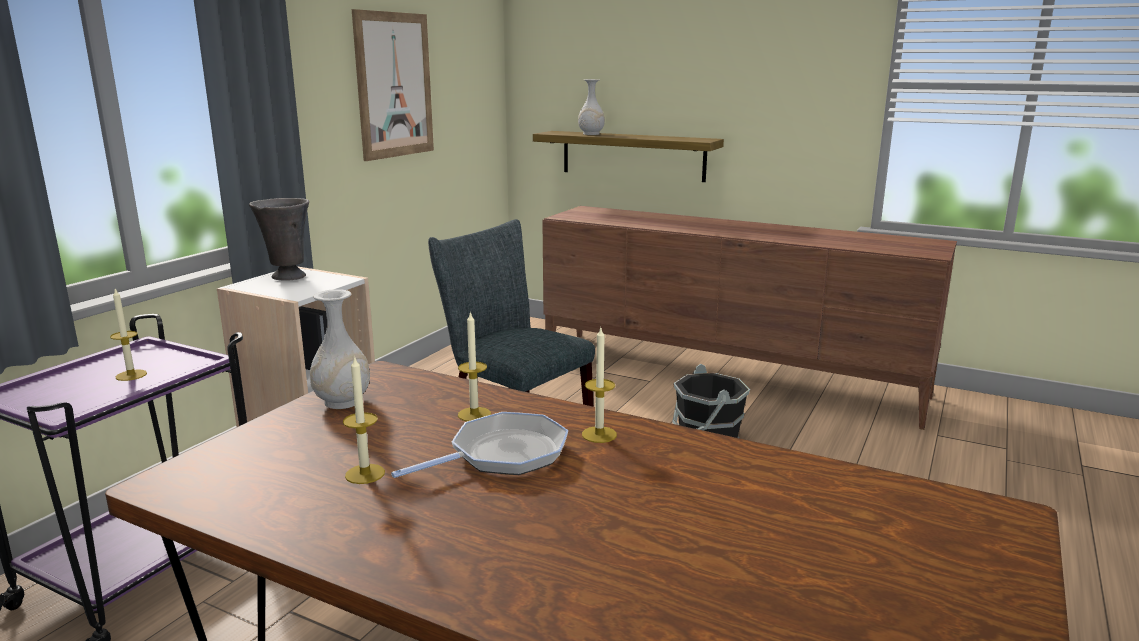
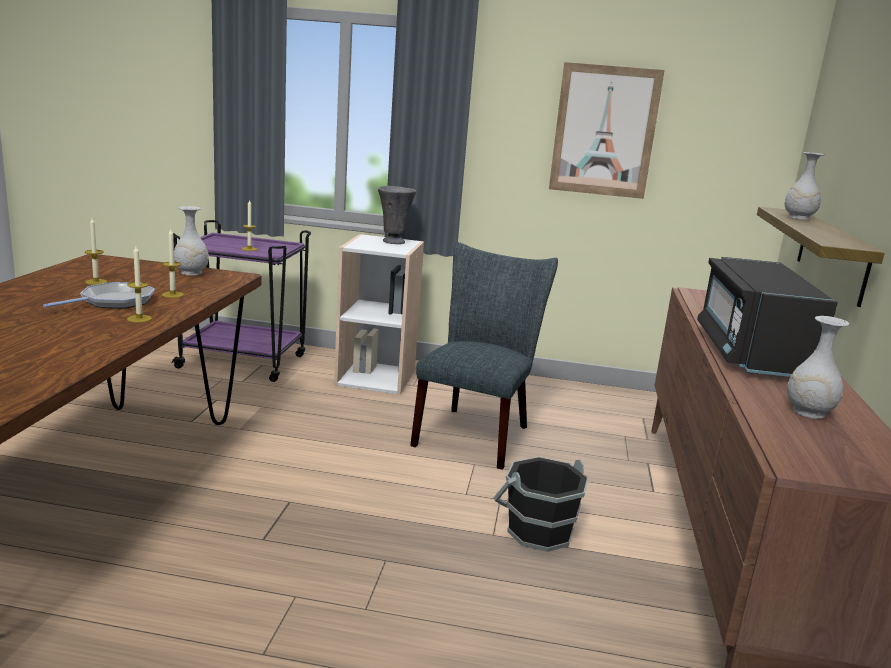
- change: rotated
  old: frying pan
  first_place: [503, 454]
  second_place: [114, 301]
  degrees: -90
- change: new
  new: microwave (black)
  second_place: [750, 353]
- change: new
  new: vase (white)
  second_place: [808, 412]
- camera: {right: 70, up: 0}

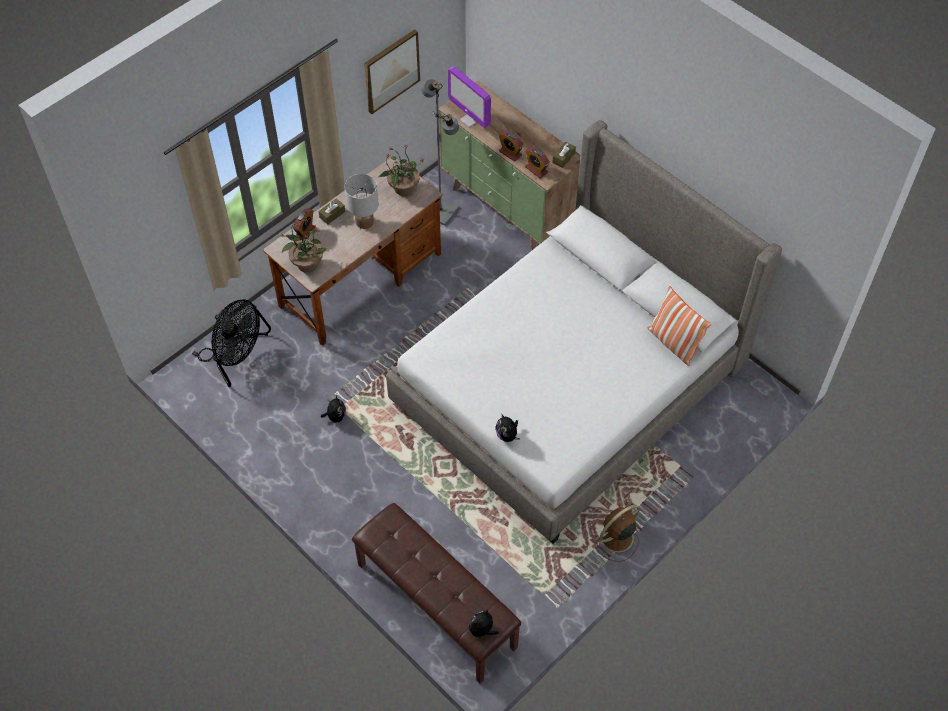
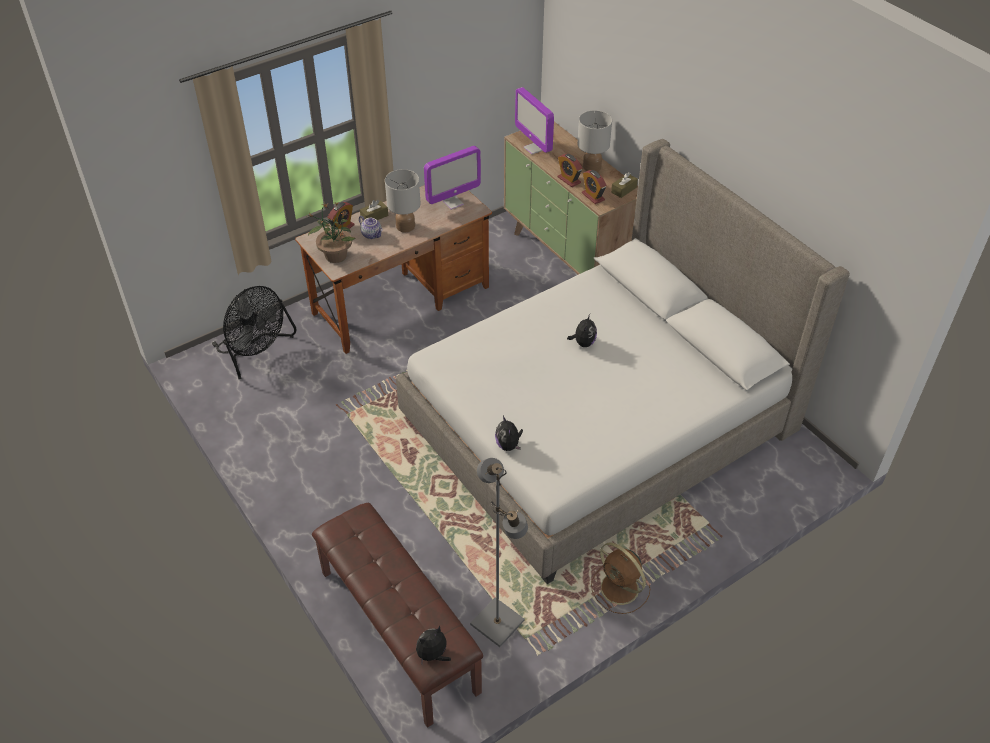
- change: new
  new: teapot
  second_place: [372, 234]
- change: swapped
  old: potted plant
  new: monitor
  first_place: [403, 188]
  second_place: [453, 202]
- change: shifted
  old: floor lamp (grey)
  first_place: [440, 211]
  second_place: [497, 623]
- change: shifted
  old: plush toy
  first_place: [336, 416]
  second_place: [583, 343]
- change: new
  new: table lamp (grey)
  second_place: [591, 167]
- change: rotated
  old: fan (brown)
  first_place: [615, 538]
  second_place: [620, 589]
  degrees: -105
- change: gone
  old: picture
  first_place: [391, 70]
- change: gone
  old: pillow
  first_place: [673, 343]
- camera: {right: 10, up: -10}

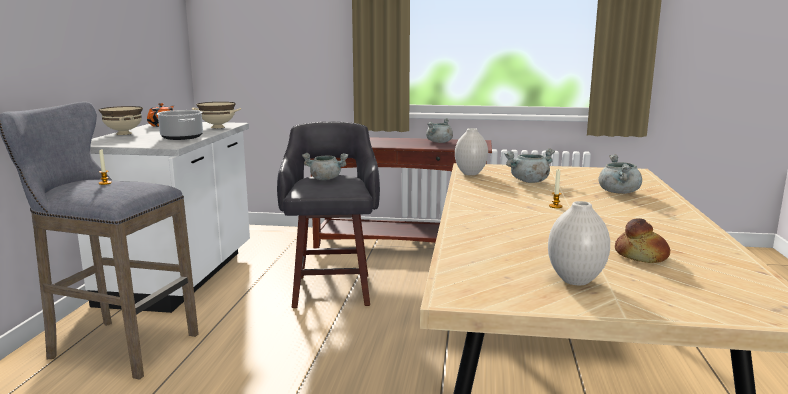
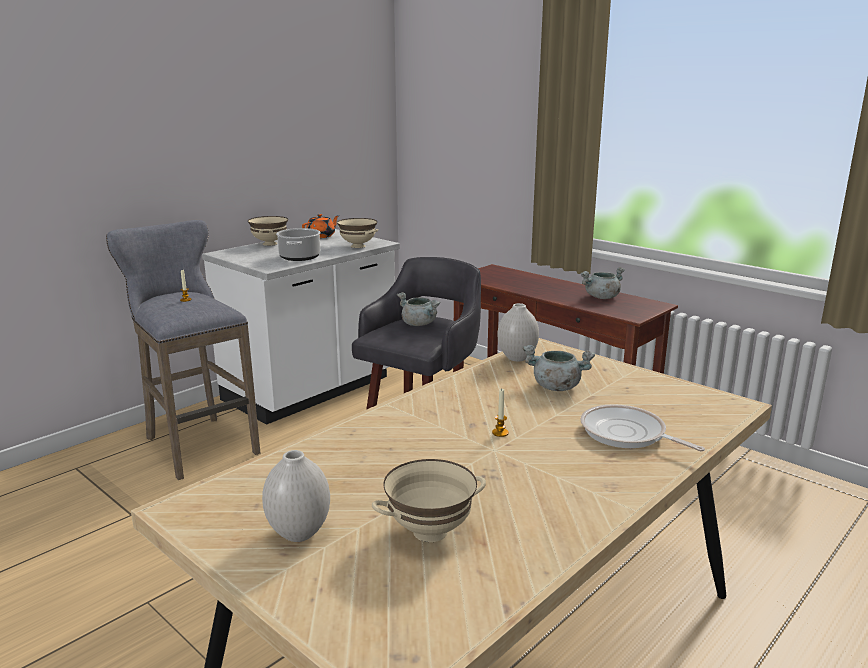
- change: swapped
  old: bread
  new: bowl (beige)
  first_place: [642, 255]
  second_place: [430, 531]
- change: swapped
  old: cooking pot (grey)
  new: frying pan
  first_place: [619, 192]
  second_place: [626, 434]
- camera: {right: 35, up: 5}

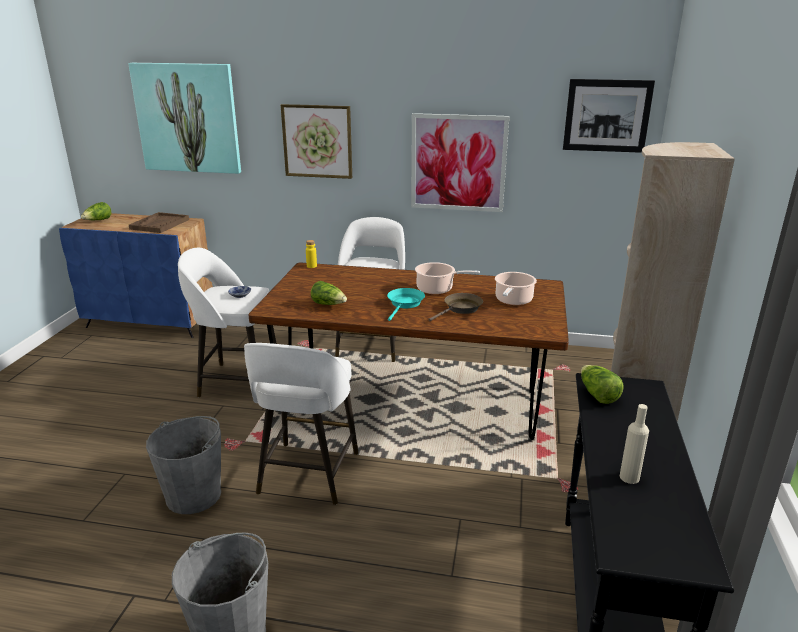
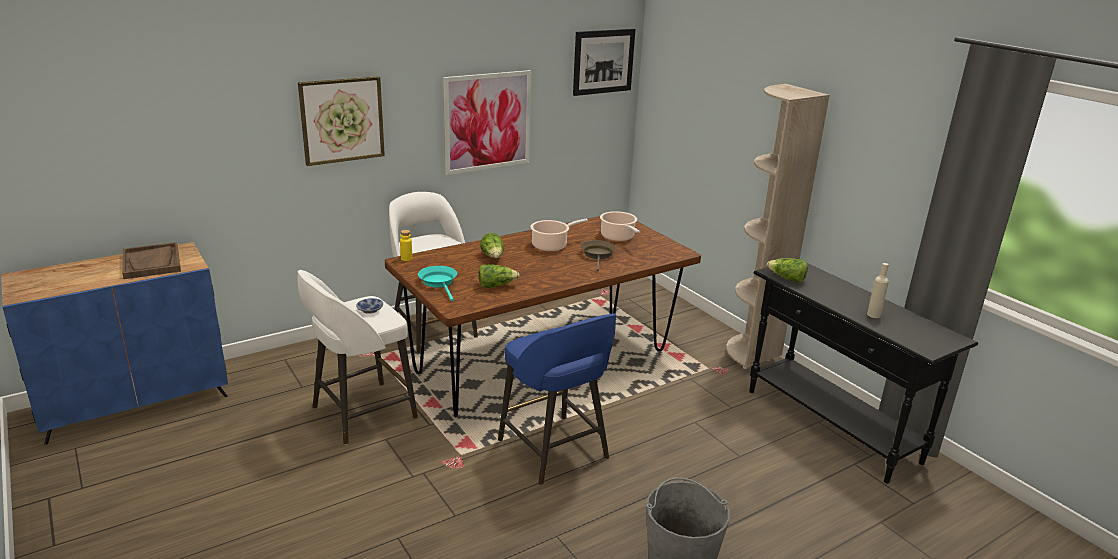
- change: shifted
  old: frying pan (turquoise)
  first_place: [405, 304]
  second_place: [439, 283]
- change: shifted
  old: lettuce
  first_place: [98, 221]
  second_place: [493, 256]
- change: repainted
  old: stool (white)
  new: stool (blue)
  first_place: [307, 475]
  second_place: [555, 451]
- change: gone
  old: picture
  first_place: [188, 118]
- change: gone
  old: bucket (grey)
  first_place: [194, 495]
- camera: {right: -45, up: 0}

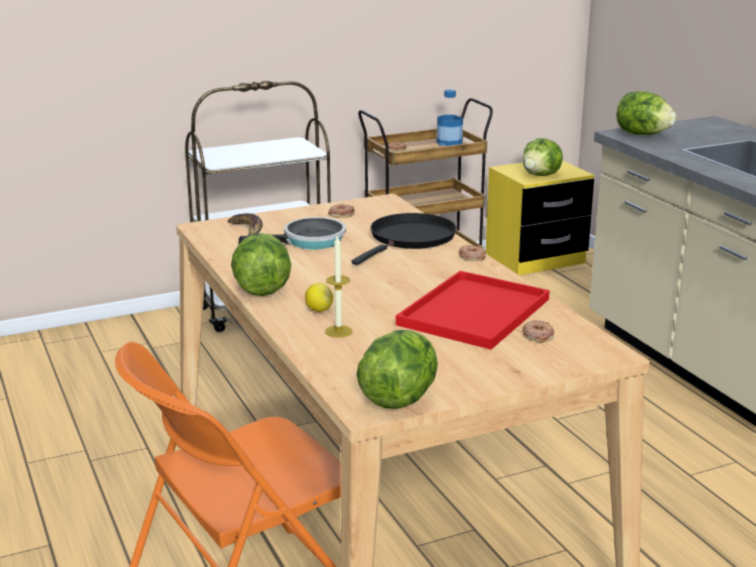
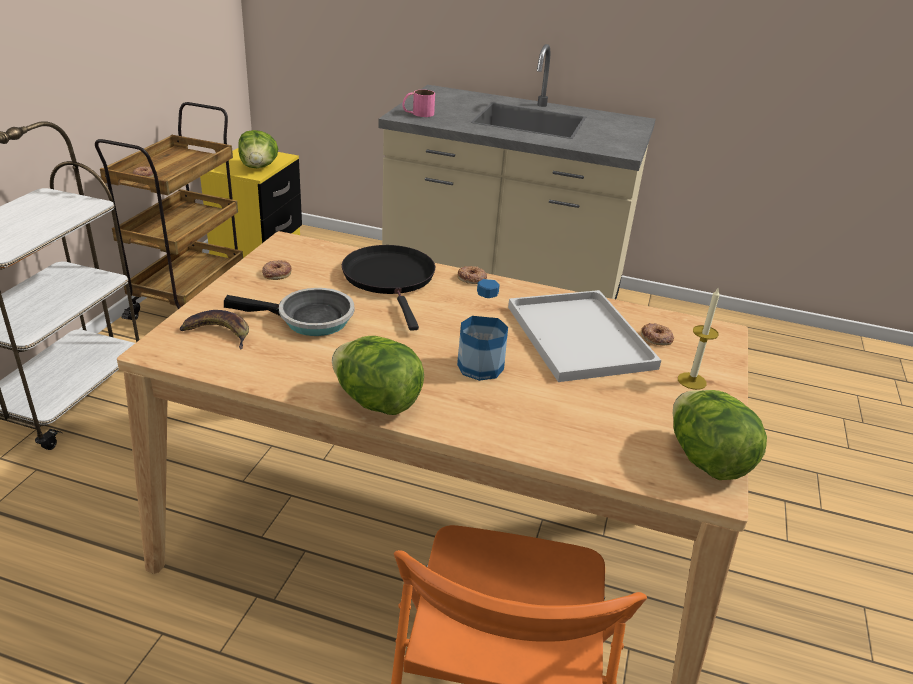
- change: rotated
  old: frying pan
  first_place: [309, 241]
  second_place: [309, 320]
  degrees: 75
- change: swapped
  old: lettuce
  new: mug (pink)
  first_place: [642, 134]
  second_place: [418, 113]
- change: shifted
  old: bottle
  first_place: [449, 143]
  second_place: [480, 367]
- change: repainted
  old: tray (red)
  new: tray (white)
  first_place: [474, 310]
  second_place: [577, 335]
- change: shifted
  old: candle
  first_place: [338, 331]
  second_place: [692, 381]
- change: gone
  old: lemon
  first_place: [319, 310]
- camera: {right: -50, up: 10}

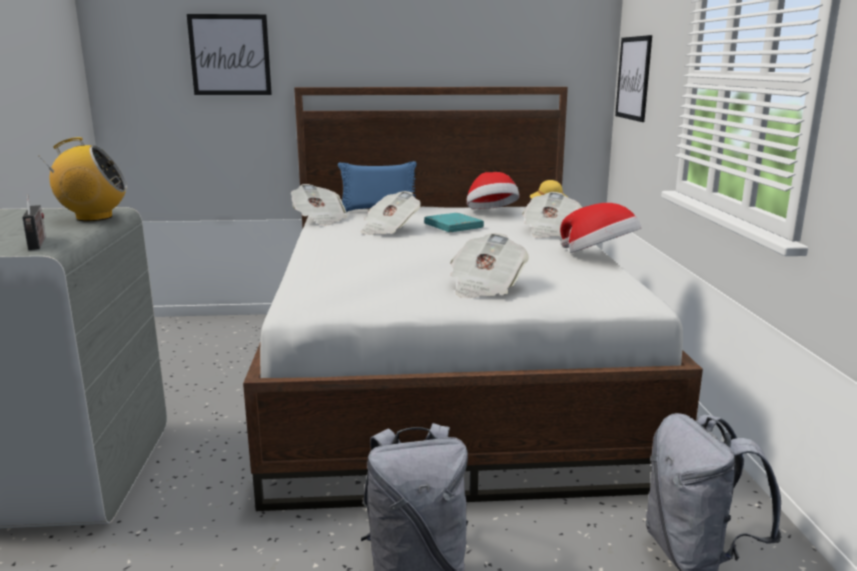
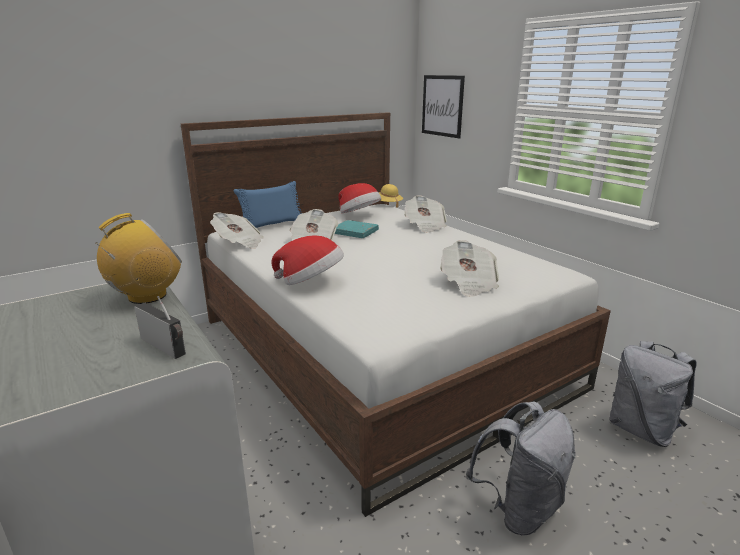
- change: shifted
  old: hat
  first_place: [599, 255]
  second_place: [311, 282]
- change: gone
  old: picture
  first_place: [230, 55]
- camera: {right: -30, up: 5}

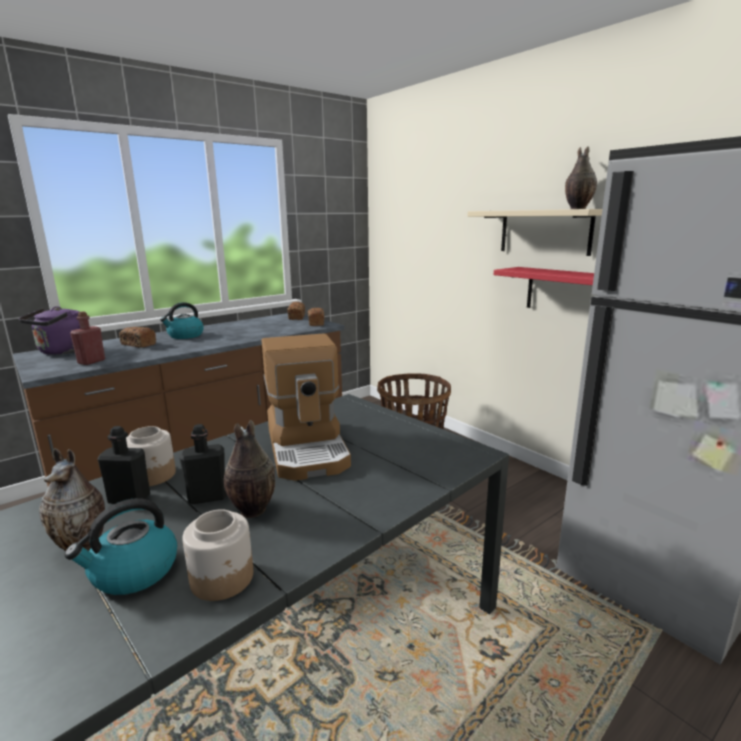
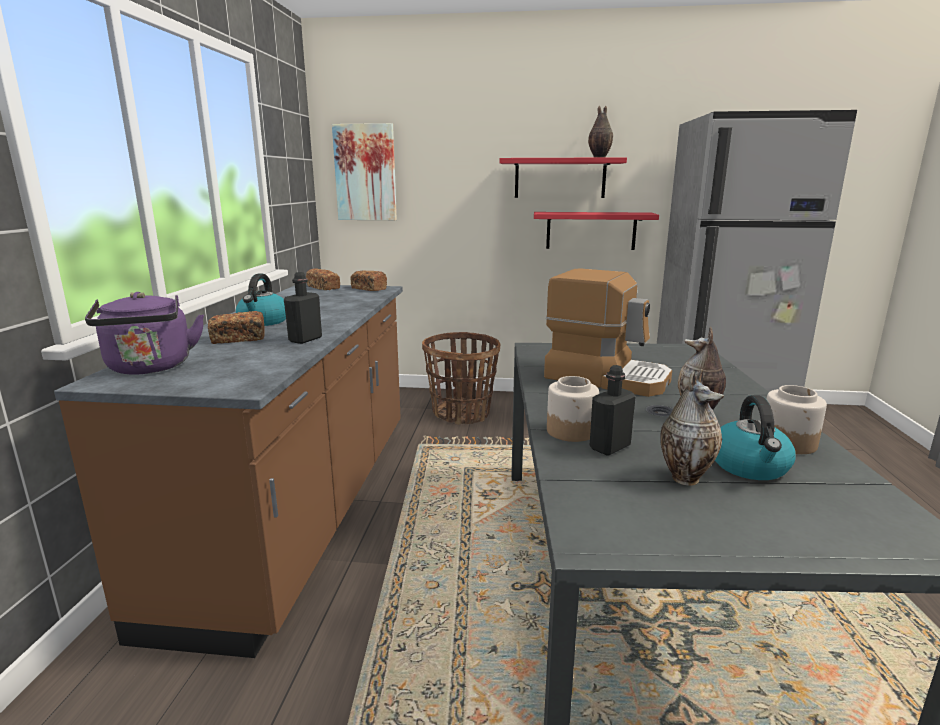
- change: shifted
  old: bottle (black)
  first_place: [208, 497]
  second_place: [305, 339]
- change: new
  new: picture
  second_place: [365, 173]
- change: repainted
  old: shelf (beige)
  new: shelf (red)
  first_place: [544, 232]
  second_place: [560, 178]
- change: gone
  old: bottle (red)
  first_place: [91, 361]
- camera: {right: -45, up: 0}

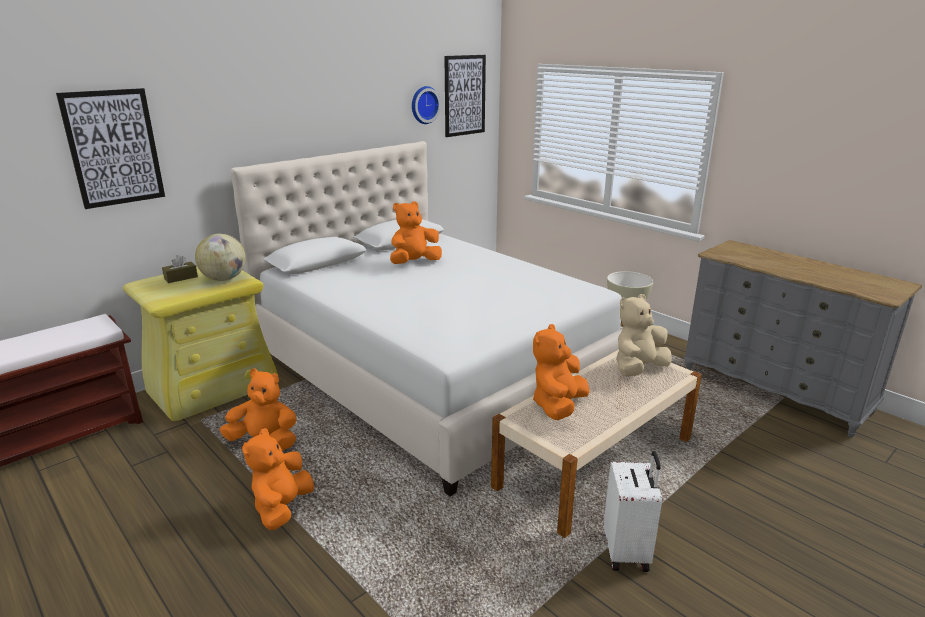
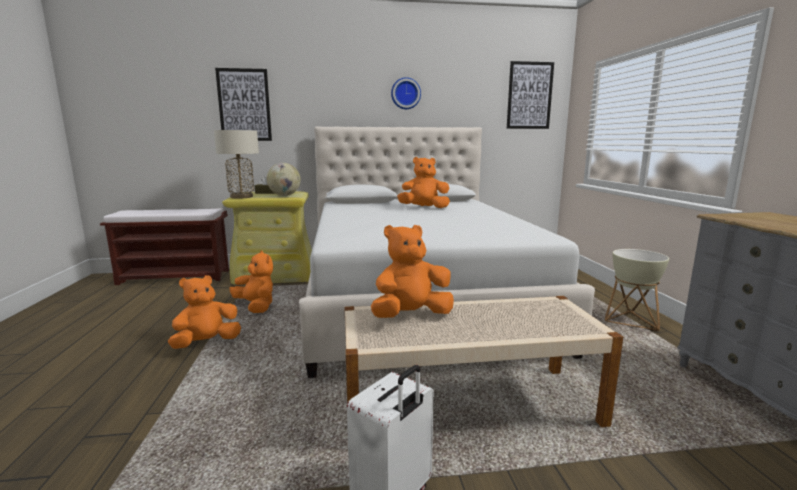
- change: new
  new: table lamp
  second_place: [241, 197]
- change: shifted
  old: wall clock
  first_place: [424, 105]
  second_place: [405, 93]
- change: gone
  old: plush toy (beige)
  first_place: [638, 369]
- camera: {right: 35, up: -10}

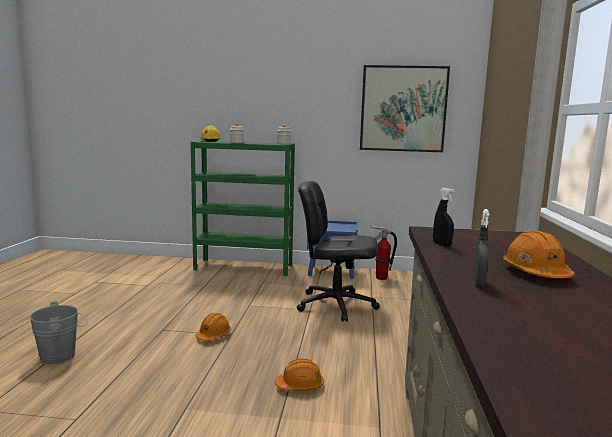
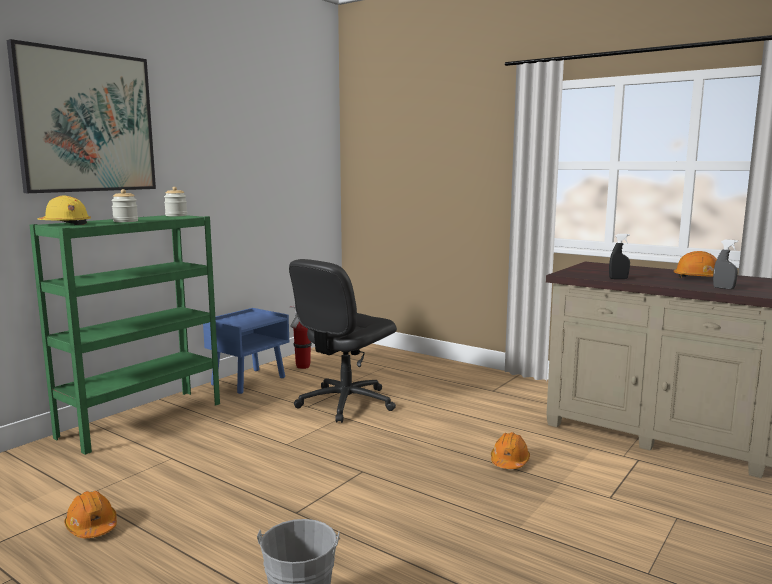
- change: shifted
  old: picture
  first_place: [403, 109]
  second_place: [86, 122]
- change: shifted
  old: hard hat (orange)
  first_place: [213, 335]
  second_place: [92, 526]
- camera: {right: -60, up: 0}

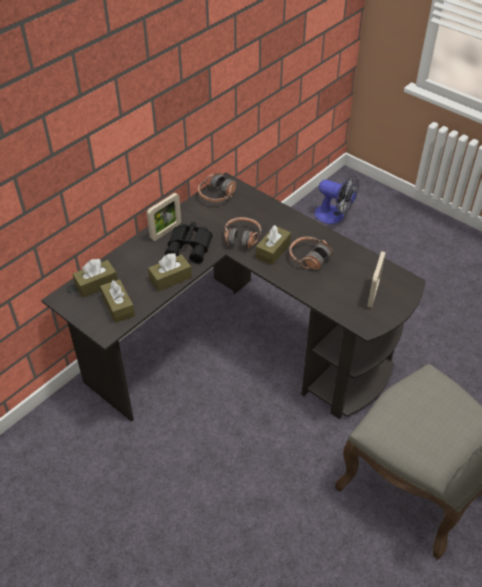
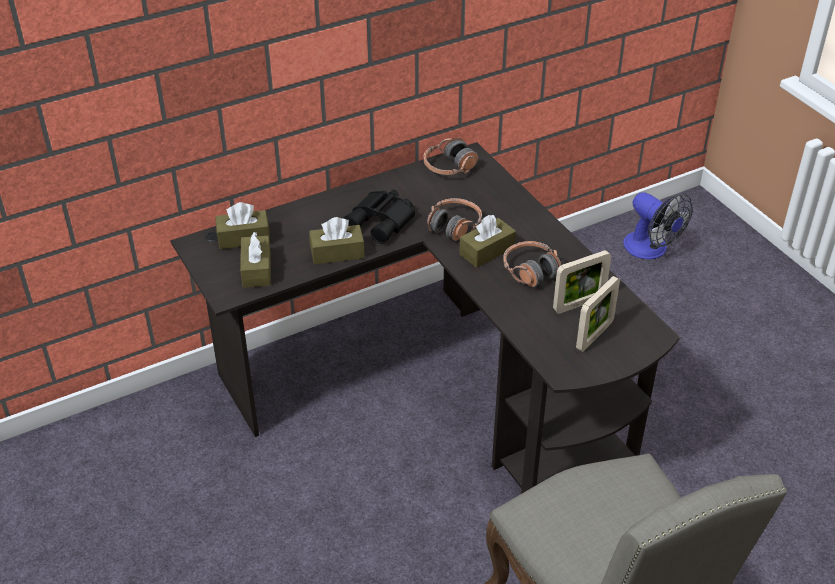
- change: shifted
  old: picture frame
  first_place: [166, 231]
  second_place: [579, 304]
- camera: {right: 20, up: -5}

